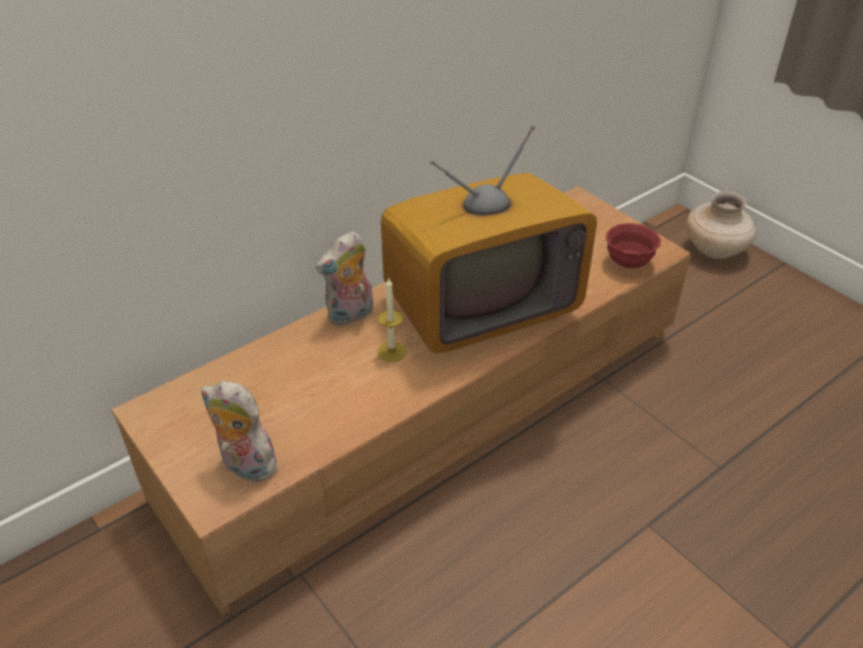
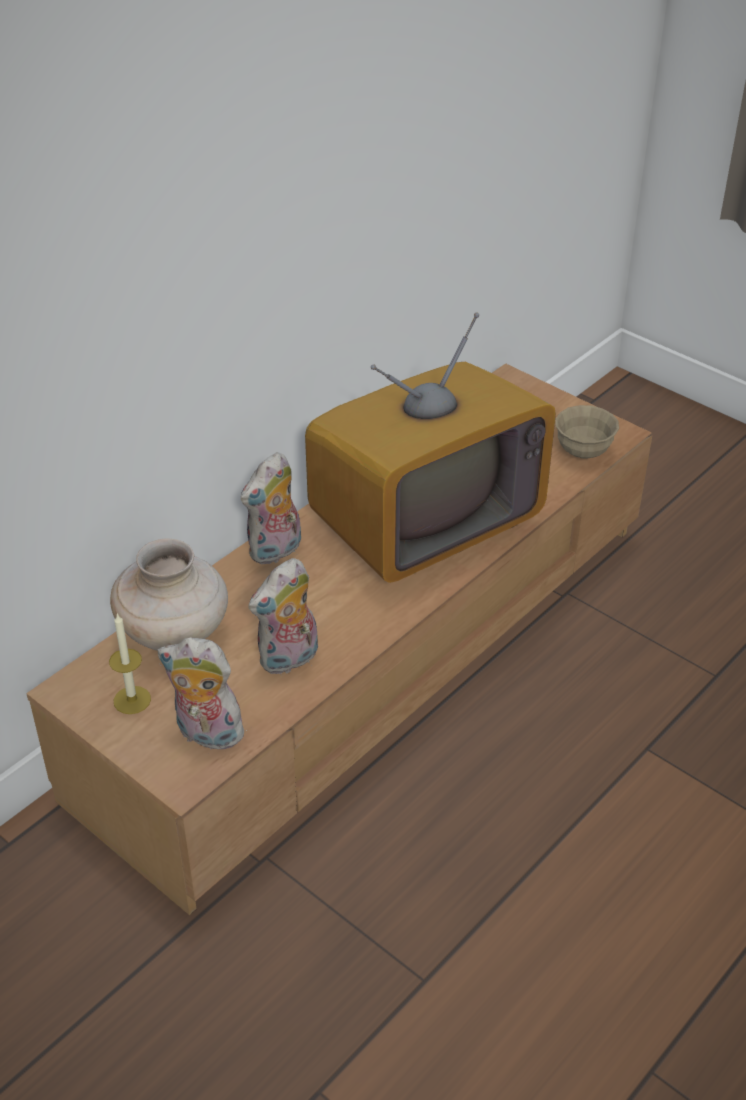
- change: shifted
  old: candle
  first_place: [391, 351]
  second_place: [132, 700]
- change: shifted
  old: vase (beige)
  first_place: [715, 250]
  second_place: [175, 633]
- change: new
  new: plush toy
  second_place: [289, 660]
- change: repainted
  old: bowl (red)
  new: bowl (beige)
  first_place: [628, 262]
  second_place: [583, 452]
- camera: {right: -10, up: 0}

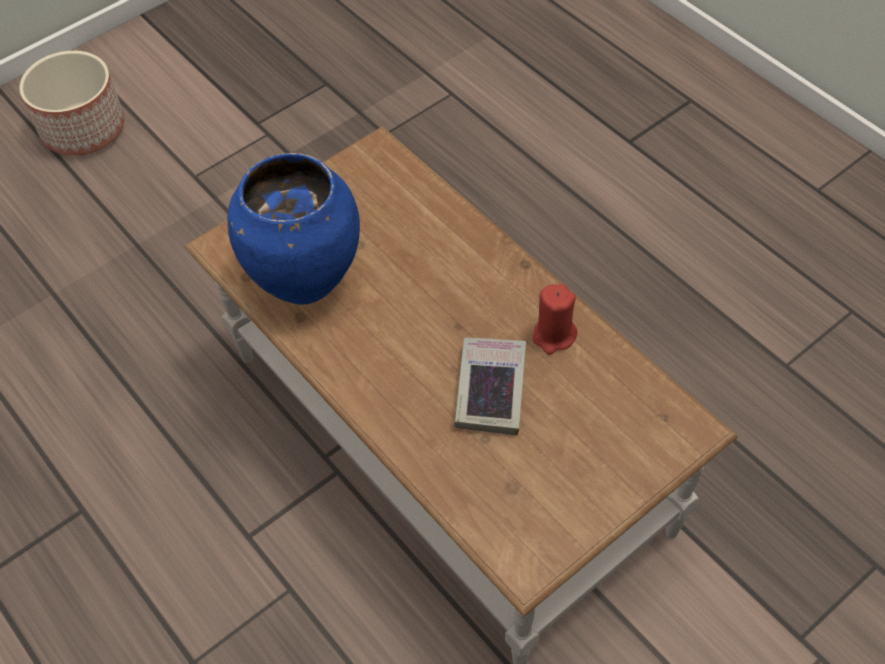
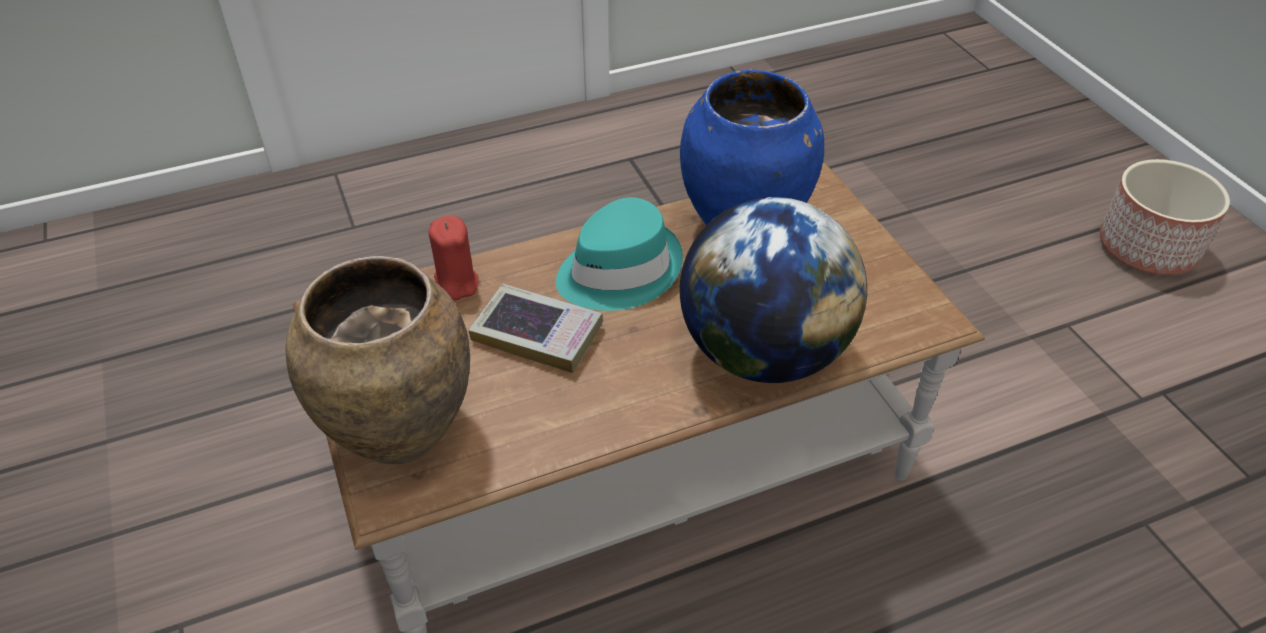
- change: new
  new: vase (brown)
  second_place: [398, 434]
- change: shifted
  old: candle (red)
  first_place: [553, 336]
  second_place: [455, 284]
- change: new
  new: hat (turquoise)
  second_place: [618, 271]
- change: new
  new: globe
  second_place: [763, 353]
- camera: {right: 105, up: -10}

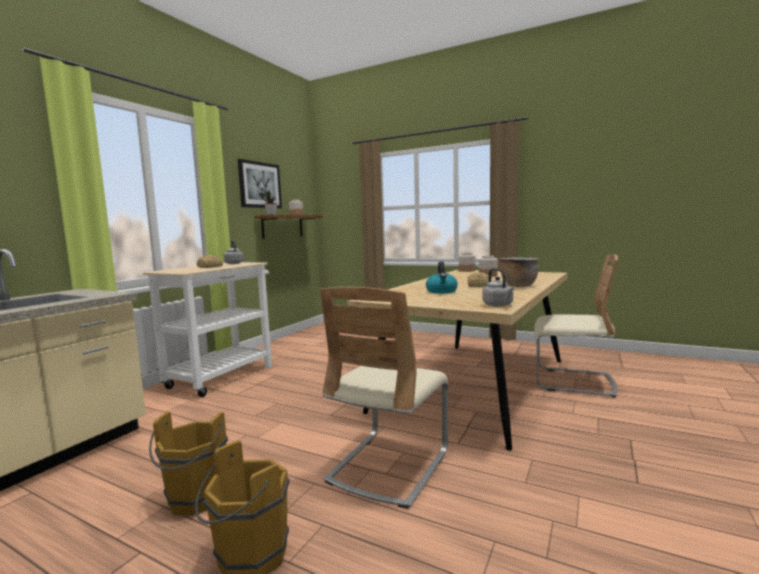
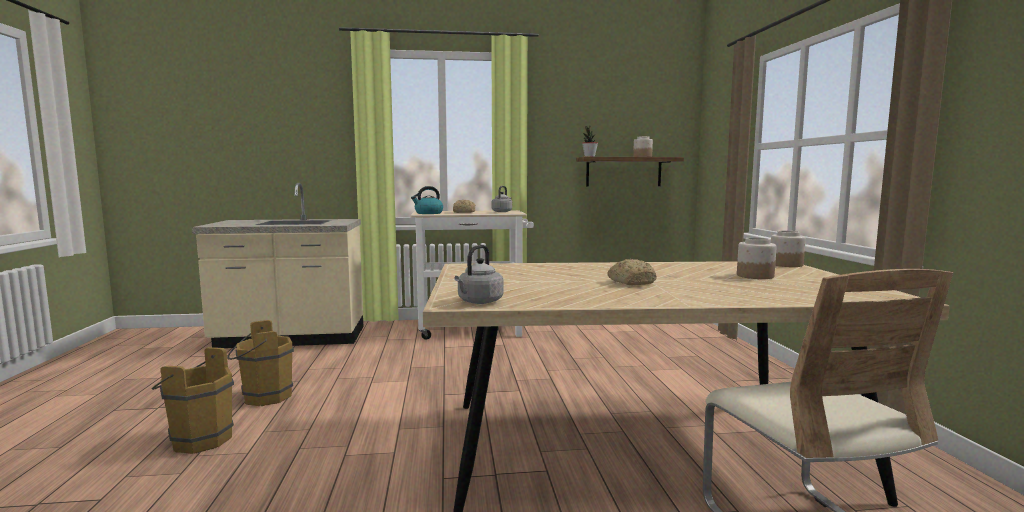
- change: shifted
  old: kettle
  first_place: [442, 291]
  second_place: [428, 213]
- change: gone
  old: picture
  first_place: [260, 185]
- change: gone
  old: chair (beige)
  first_place: [388, 466]
- change: gone
  old: cooking pot (brown)
  first_place: [518, 286]
- camera: {right: 55, up: 0}

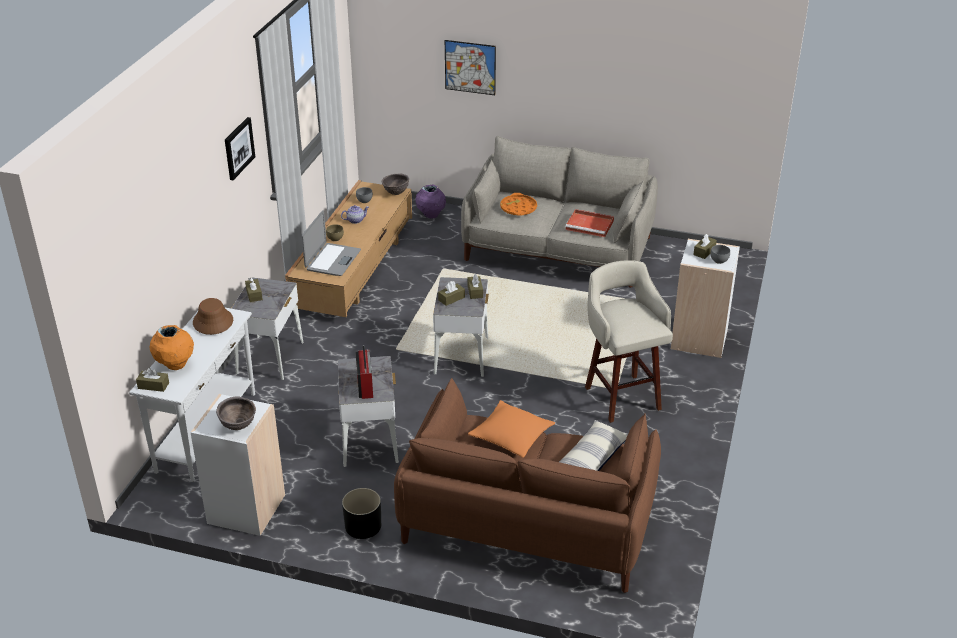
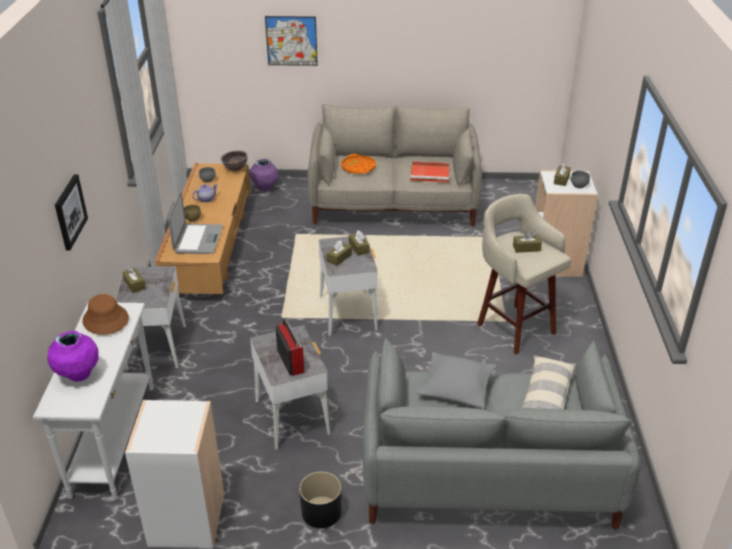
- change: repainted
  old: vase (orange)
  new: vase (purple)
  first_place: [175, 365]
  second_place: [79, 375]
- change: shifted
  old: picture
  first_place: [238, 148]
  second_place: [69, 211]
- change: repainted
  old: sofa (brown)
  new: sofa (grey)
  first_place: [528, 521]
  second_place: [487, 471]
- change: repainted
  old: pillow (orange)
  new: pillow (grey)
  first_place: [511, 436]
  second_place: [456, 387]
- change: shifted
  old: tissue box (brown)
  first_place: [153, 385]
  second_place: [526, 248]
- change: gone
  old: bowl (brown)
  first_place: [238, 426]
- camera: {right: -15, up: 0}

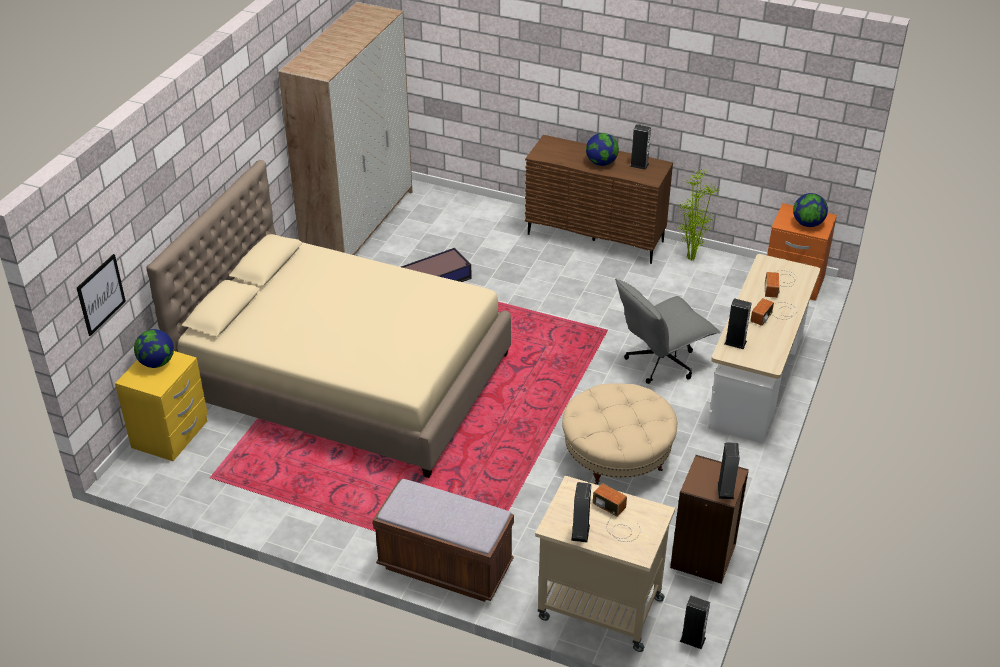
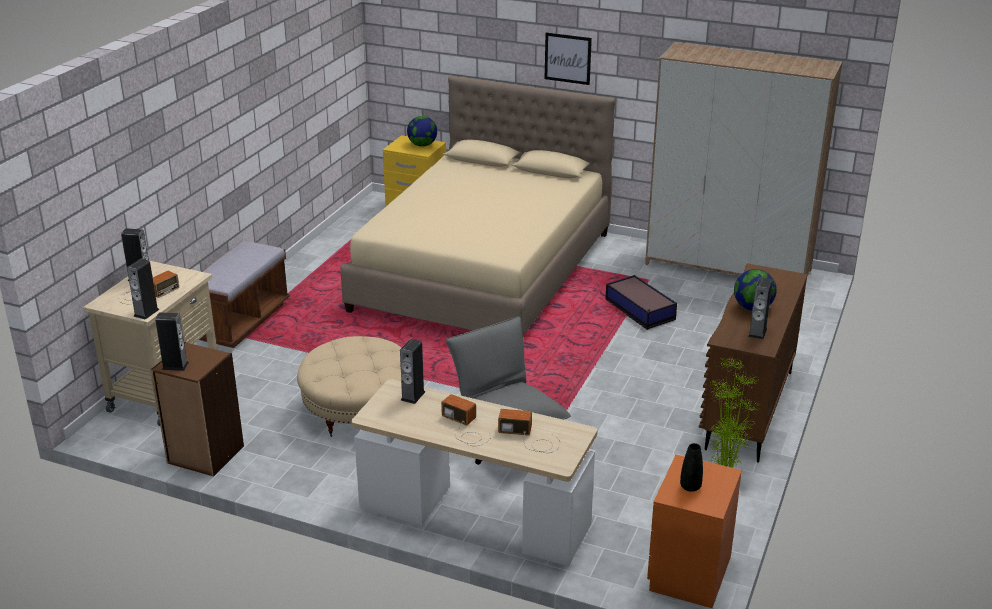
- change: shifted
  old: speaker
  first_place: [692, 639]
  second_place: [146, 313]
- change: shifted
  old: picture
  first_place: [101, 294]
  second_place: [567, 58]
- change: swapped
  old: globe
  new: vase (black)
  first_place: [807, 224]
  second_place: [690, 487]
- camera: {right: 90, up: -10}

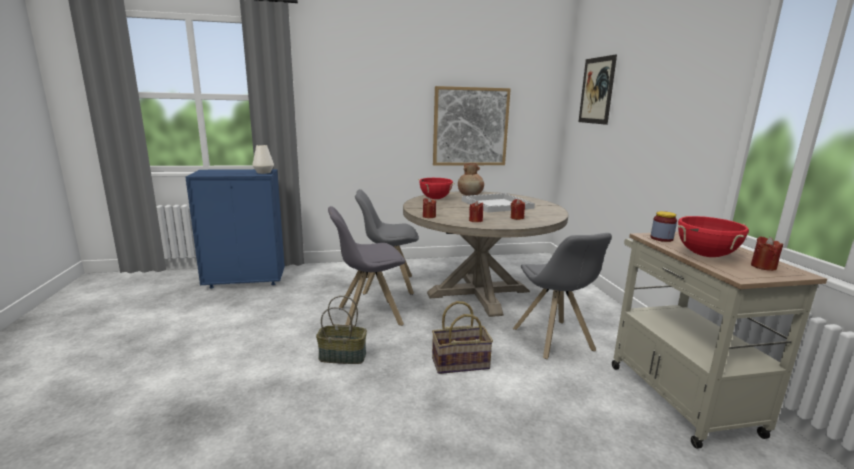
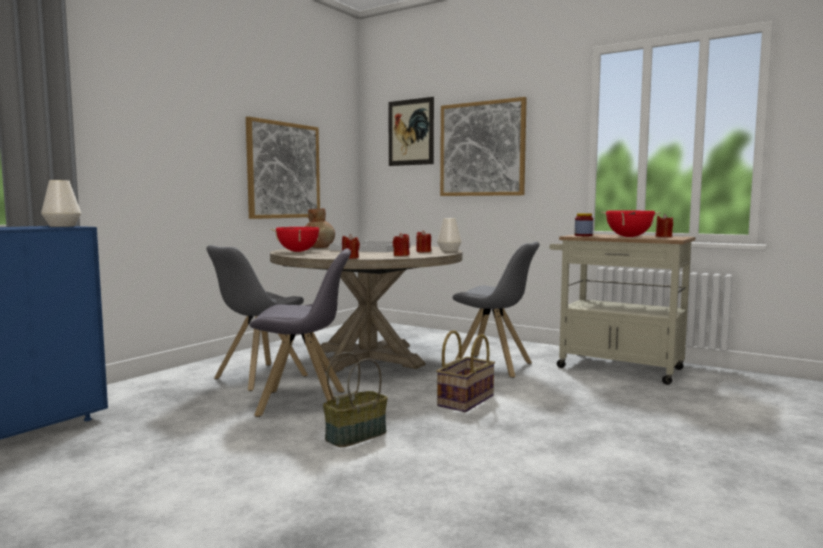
- change: rotated
  old: chair (grey)
  first_place: [368, 316]
  second_place: [303, 403]
  degrees: -120
- change: new
  new: vase (white)
  second_place: [449, 250]
- change: new
  new: picture
  second_place: [482, 149]
- camera: {right: -45, up: -10}

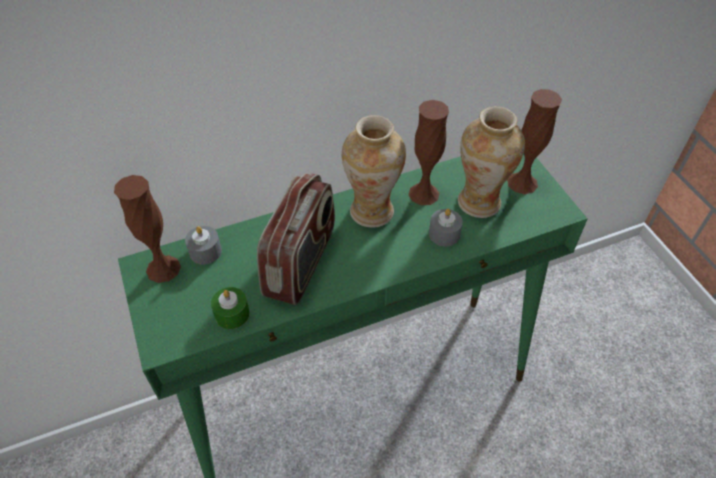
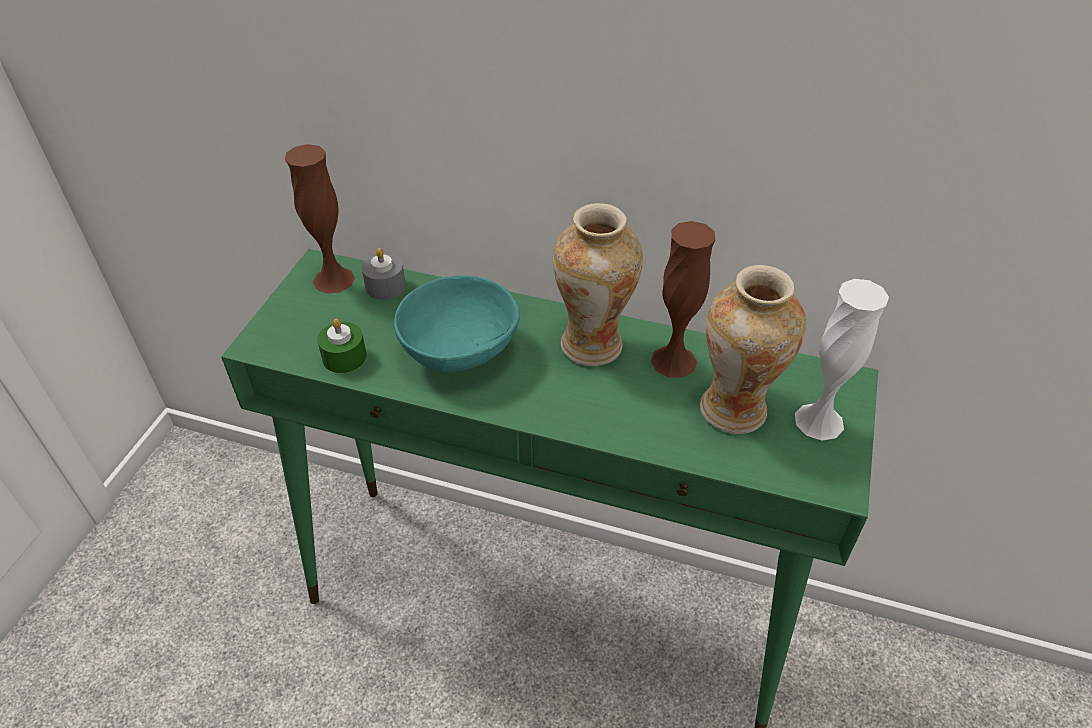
- change: swapped
  old: radio
  new: bowl (turquoise)
  first_place: [301, 262]
  second_place: [461, 351]
- change: repainted
  old: vase (brown)
  new: vase (white)
  first_place: [522, 183]
  second_place: [819, 421]
- change: gone
  old: candle (grey)
  first_place: [444, 234]
- camera: {right: 40, up: -5}

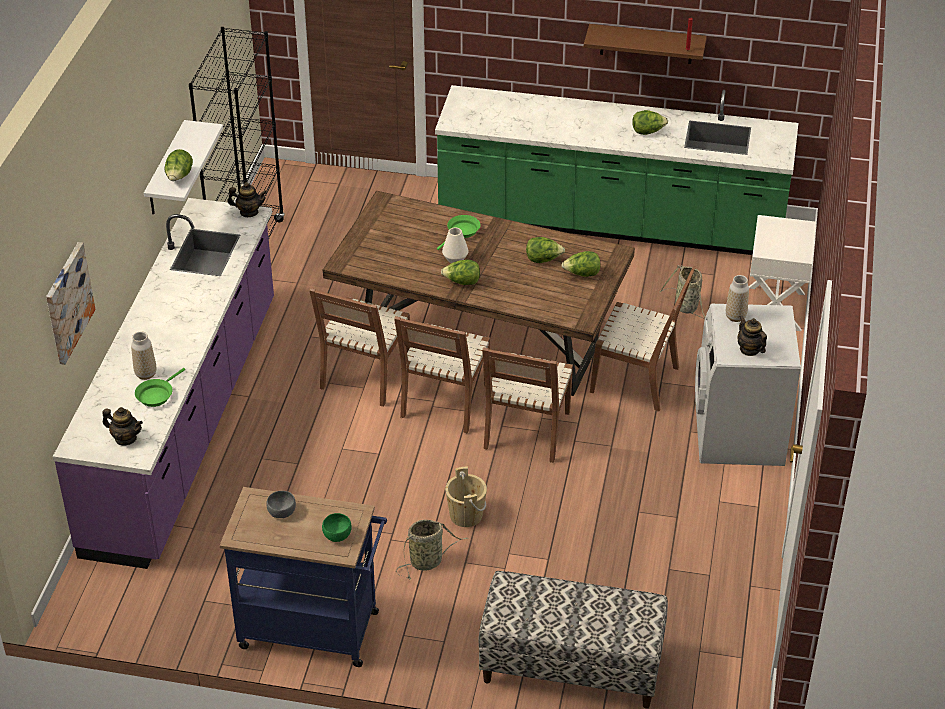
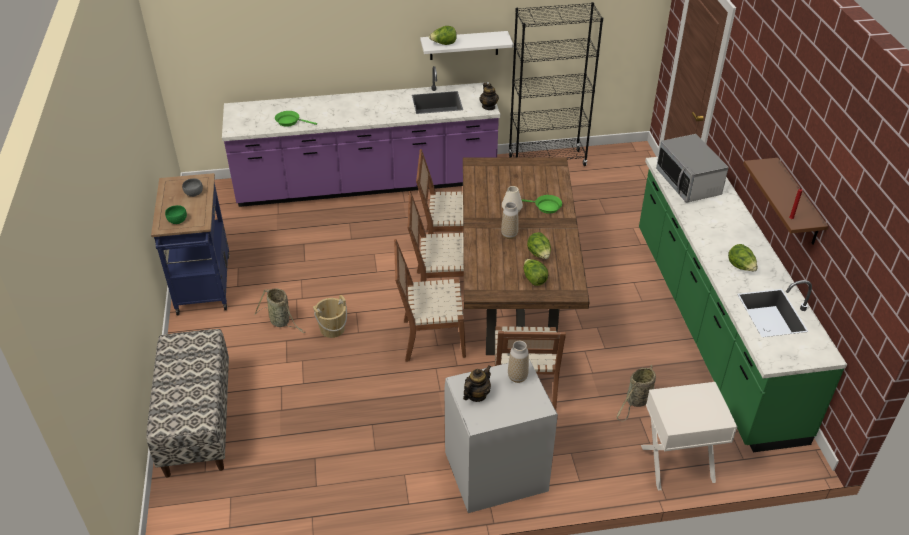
- change: shifted
  old: vase
  first_place: [146, 374]
  second_place: [509, 235]
- change: new
  new: microwave
  second_place: [688, 183]
- change: gone
  old: picture
  first_place: [68, 302]
- change: gone
  old: teapot
  first_place: [125, 438]
- change: gone
  old: lettuce
  first_place: [462, 282]
- camera: {right: 70, up: 0}

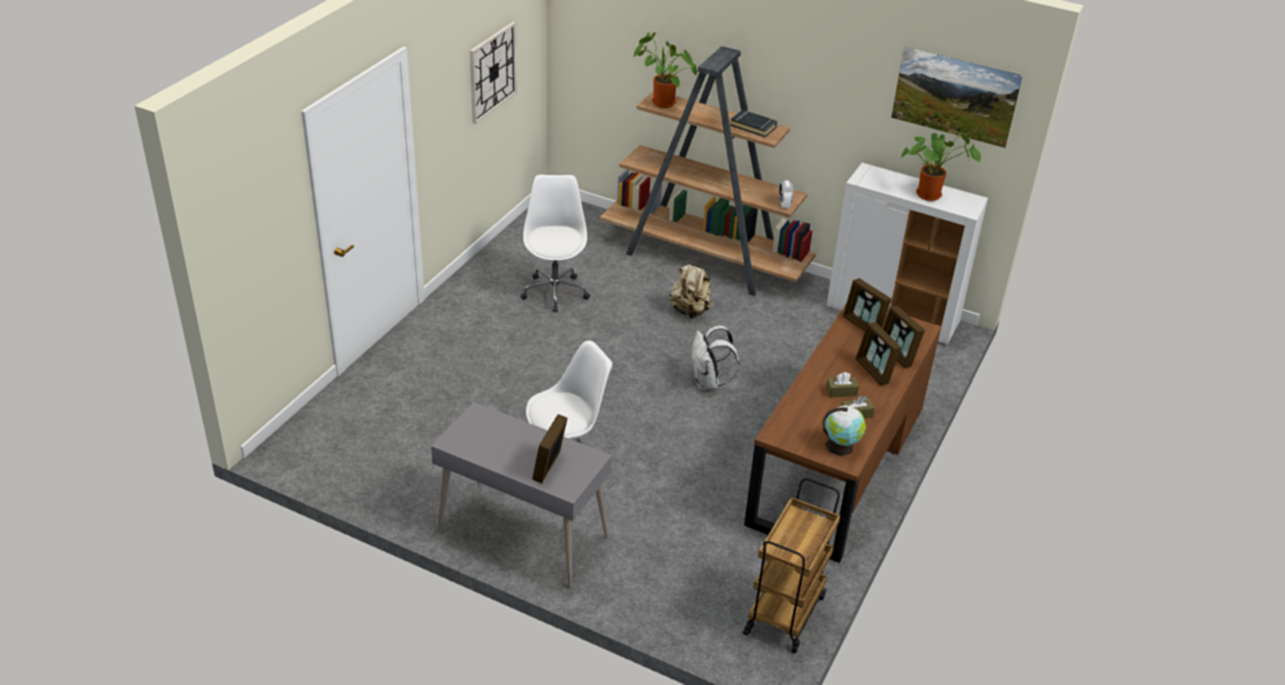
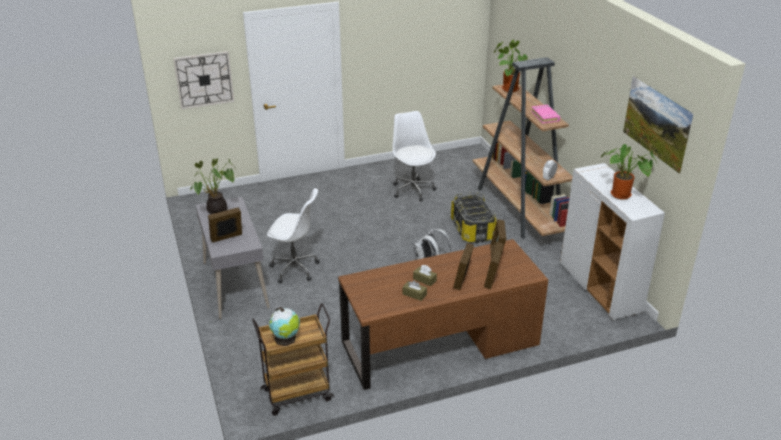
- change: shifted
  old: wall clock
  first_place: [492, 72]
  second_place: [204, 80]
- change: new
  new: potted plant
  second_place: [216, 211]
- change: shifted
  old: globe
  first_place: [841, 446]
  second_place: [286, 339]
- change: rotated
  old: office chair (white)
  first_place: [555, 292]
  second_place: [412, 190]
  degrees: -60
- change: swapped
  old: backpack (beige)
  new: storage box
  first_place: [690, 311]
  second_place: [472, 229]
- change: repainted
  old: book (black)
  new: book (pink)
  first_place: [753, 126]
  second_place: [545, 116]
- camera: {right: 45, up: -5}

